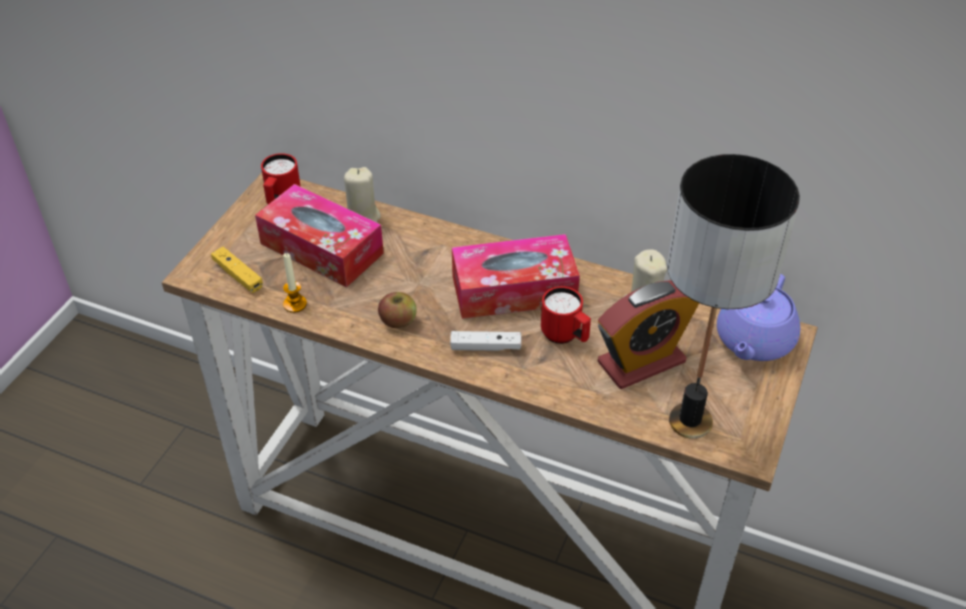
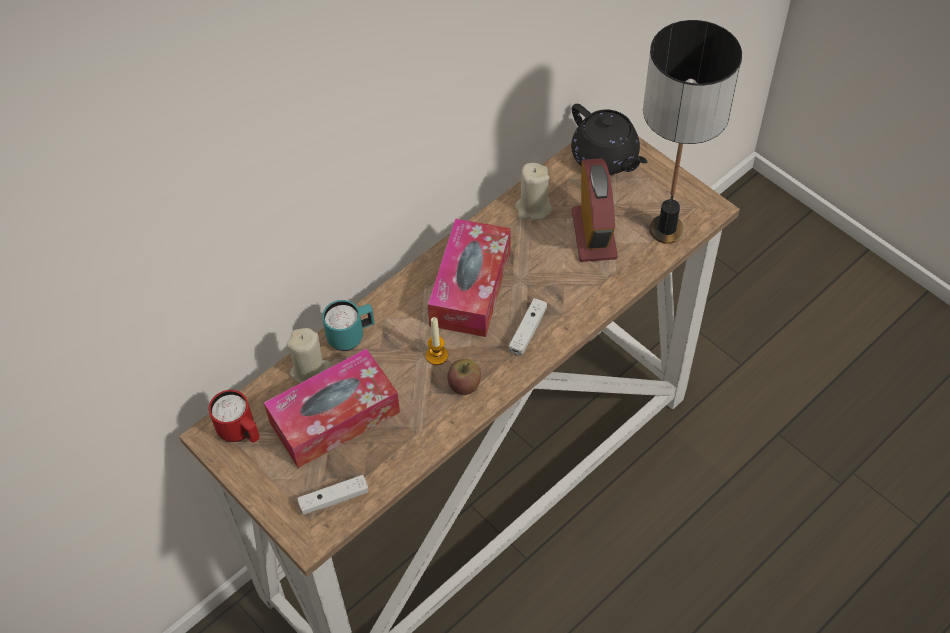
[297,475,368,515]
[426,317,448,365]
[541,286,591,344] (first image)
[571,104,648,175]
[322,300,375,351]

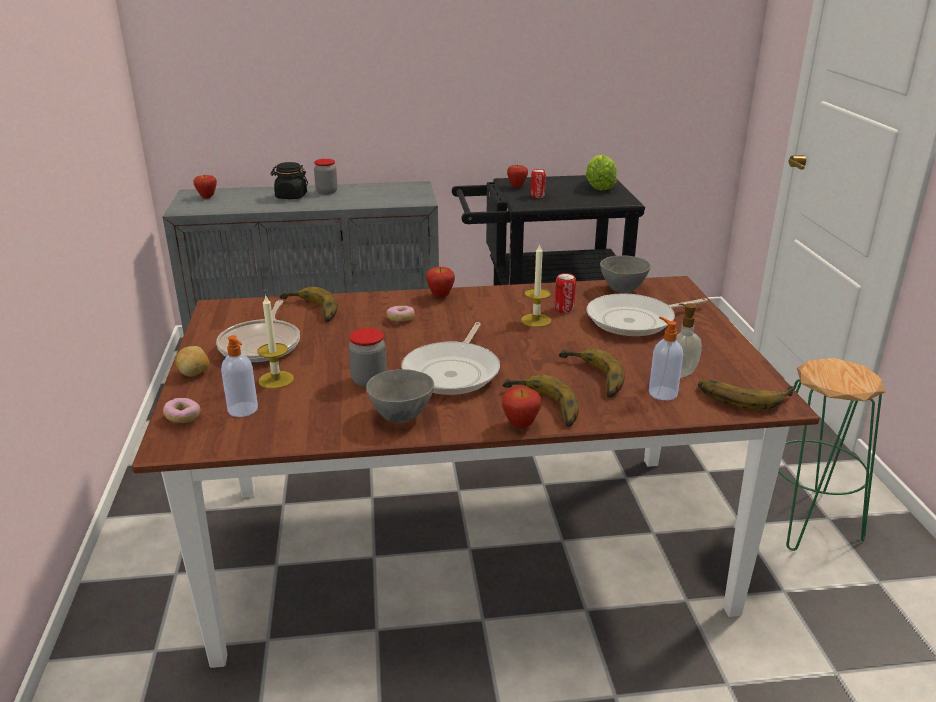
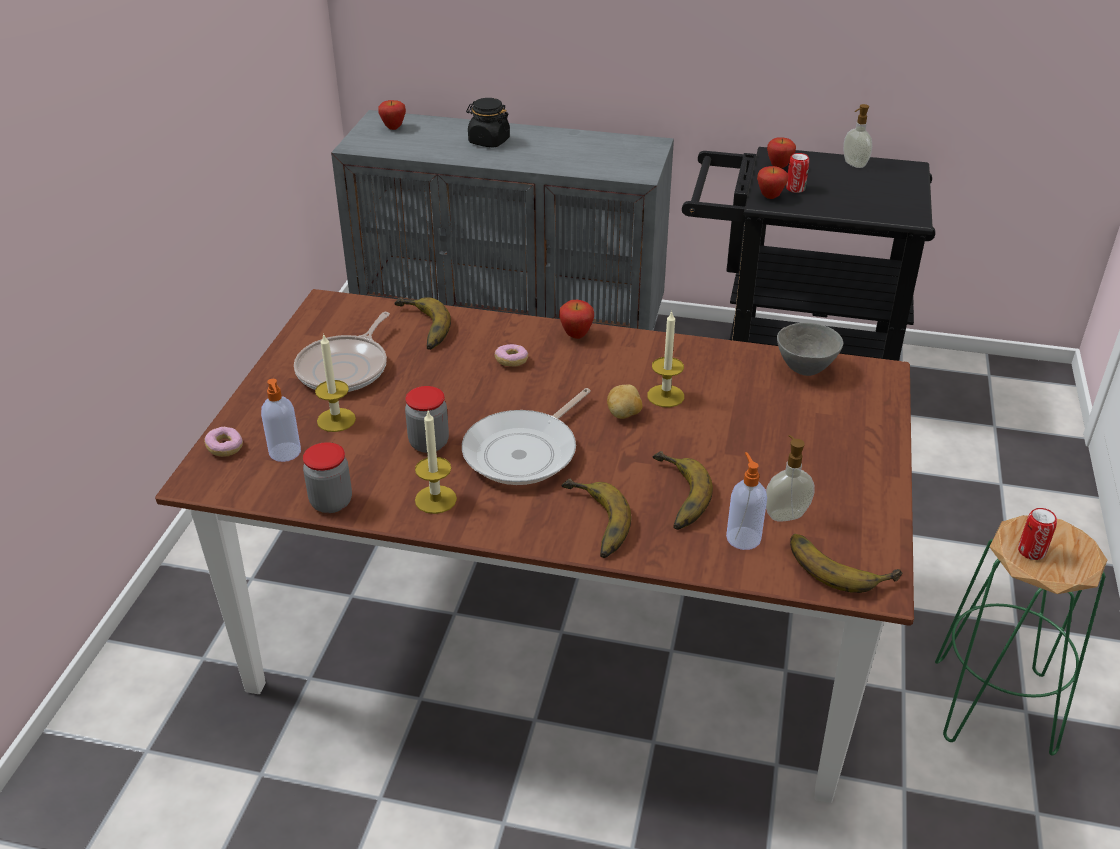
[607,384,643,419]
[303,442,352,513]
[415,411,457,514]
[757,166,788,199]
[1018,508,1057,560]
[586,155,617,190] (first image)
[586,293,708,336] (first image)
[843,104,872,168]

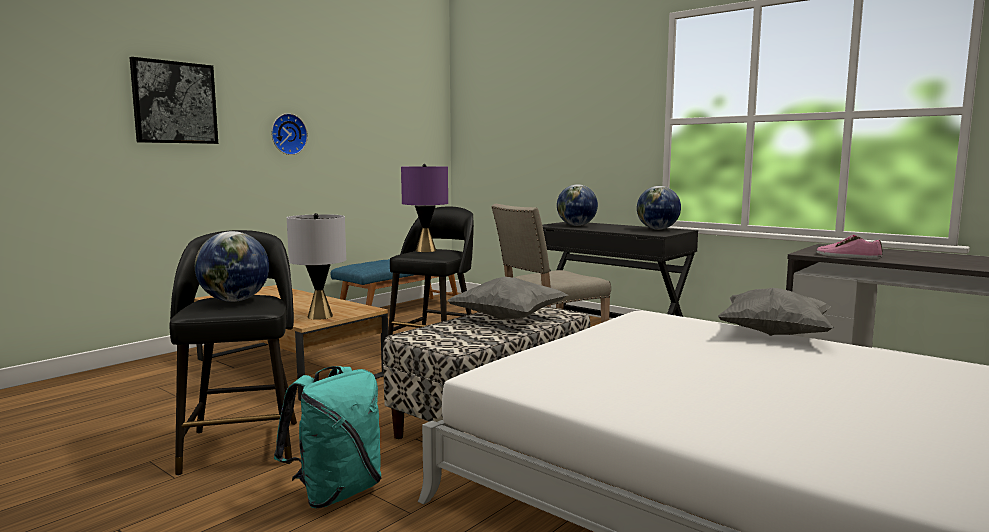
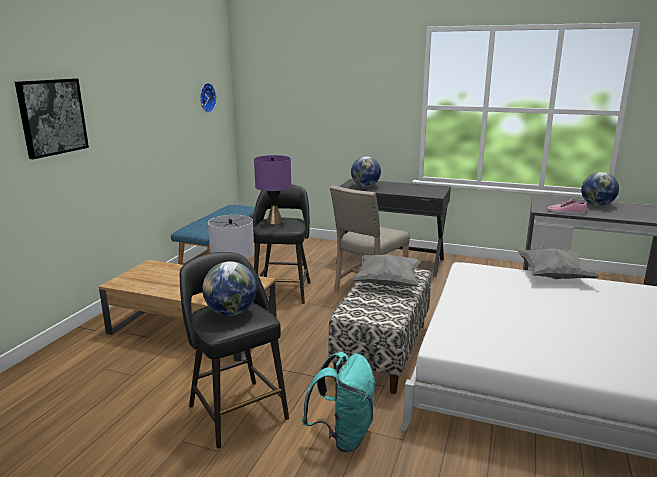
[200,83,216,113]
[581,172,619,206]

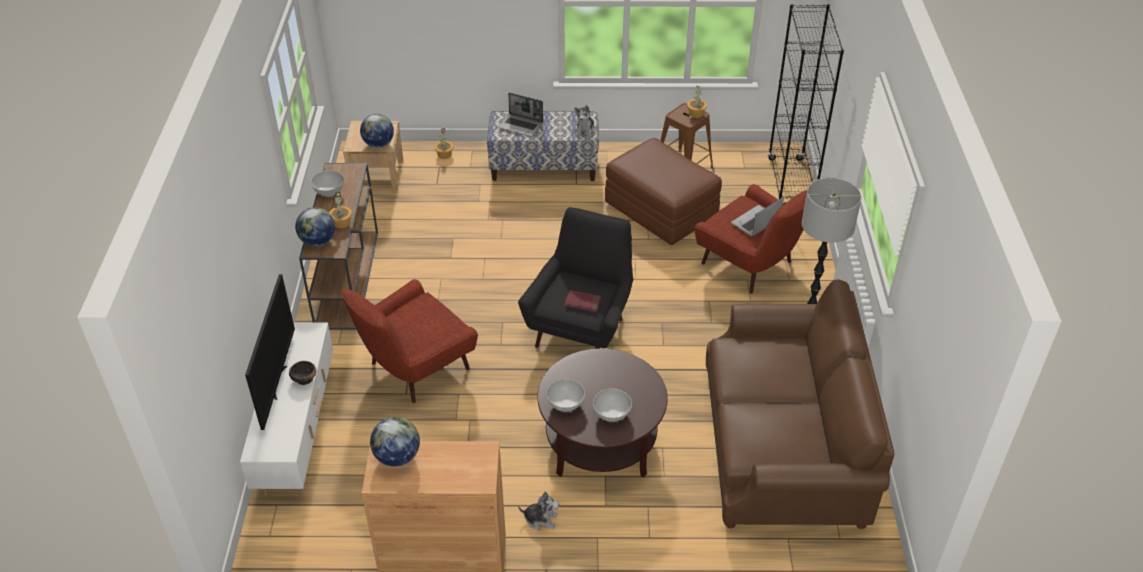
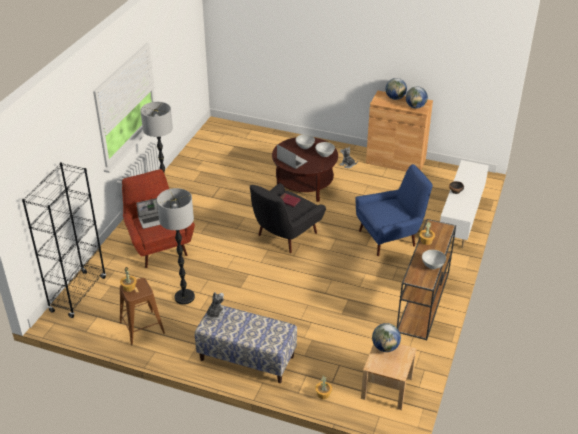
[245,274,295,430] (first image)
[385,78,407,100]
[356,164,433,256]
[277,144,308,169]
[157,188,195,305]
[706,280,895,529] (first image)

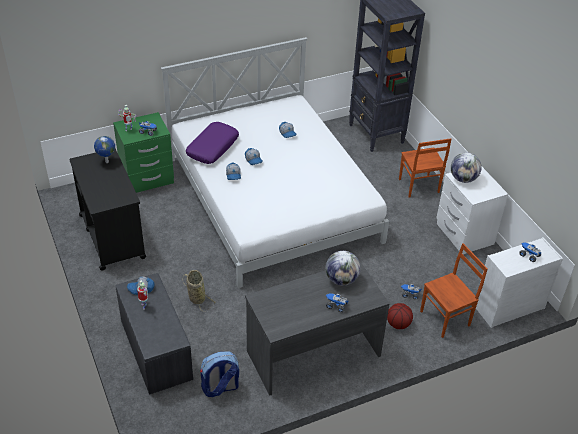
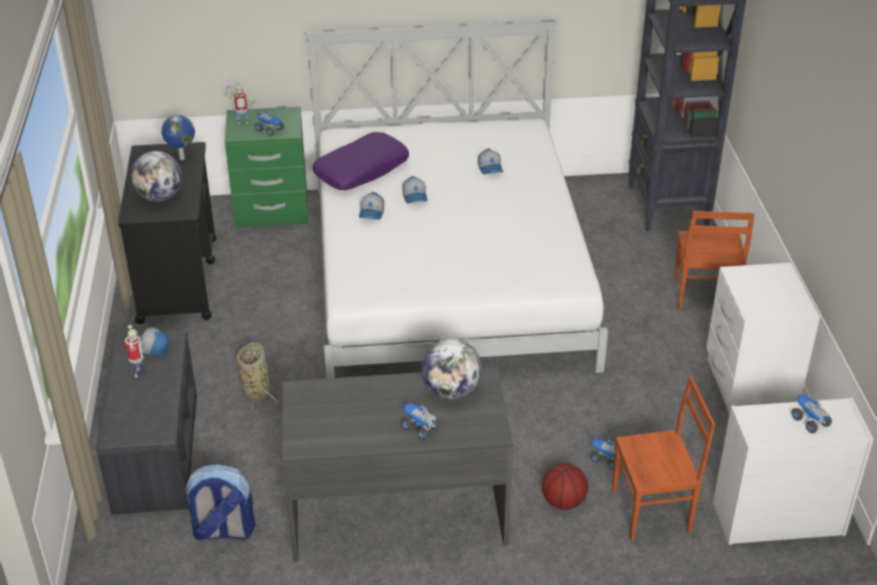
[130,151,182,201]

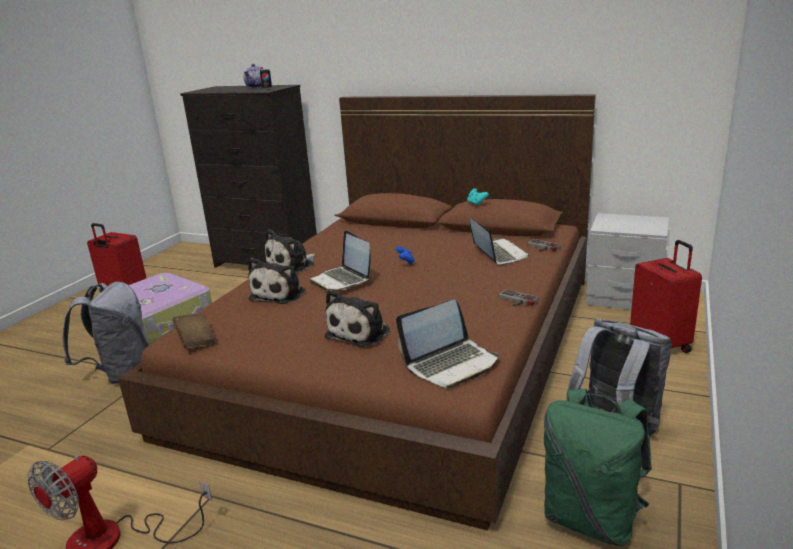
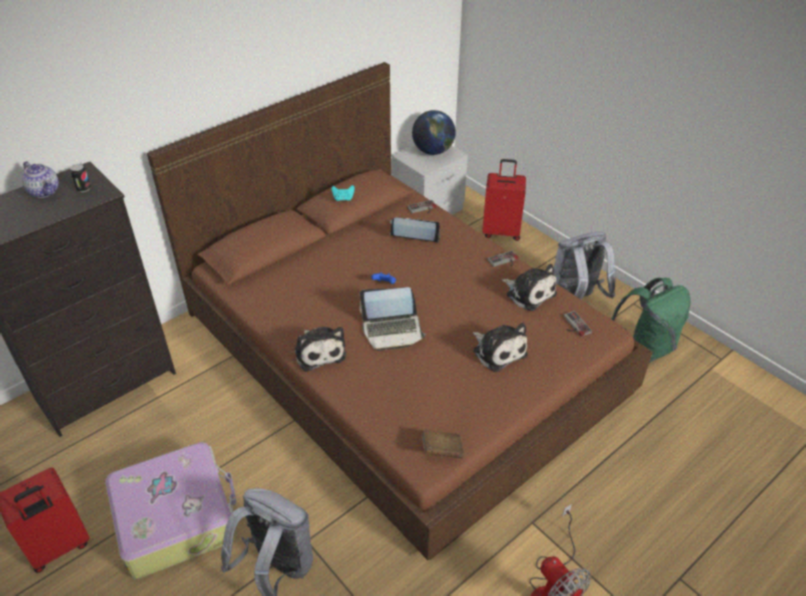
[502,264,557,311]
[564,311,592,337]
[412,110,456,155]

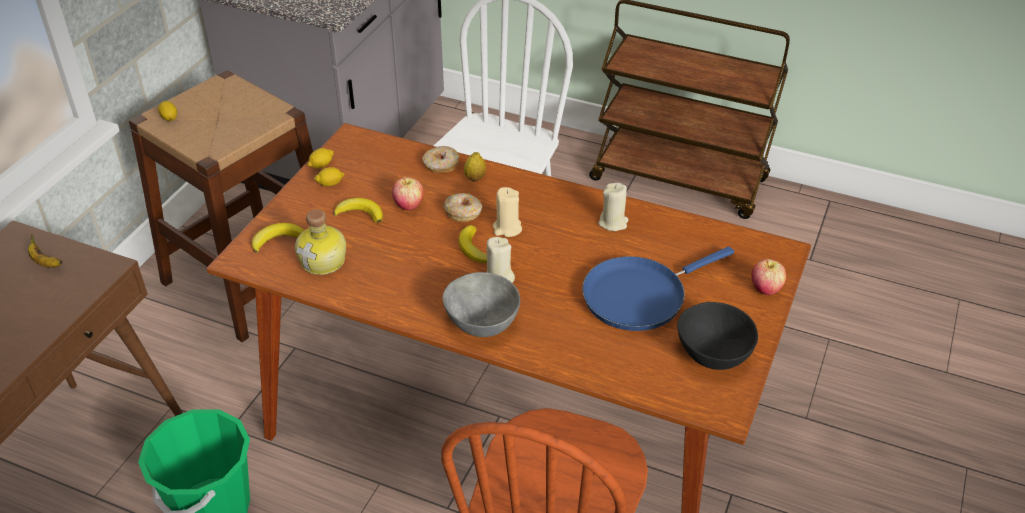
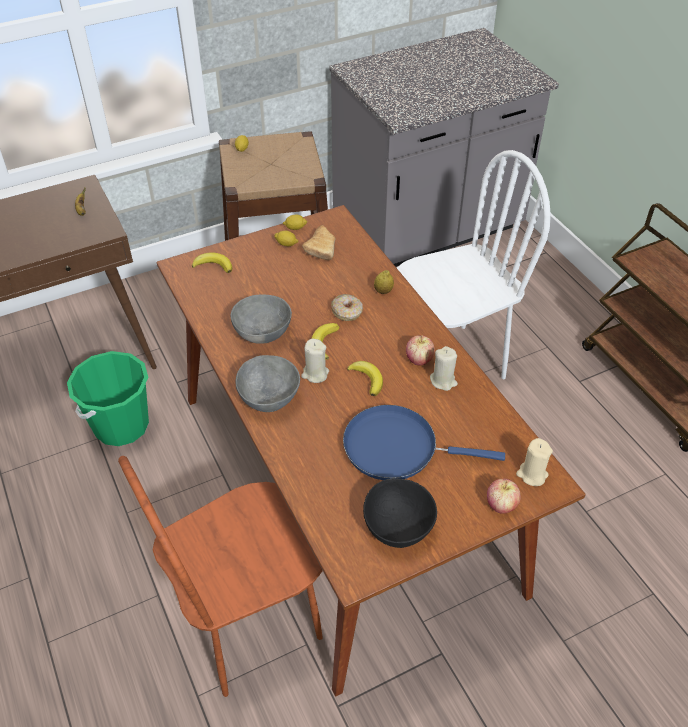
[295,209,346,275] (first image)
[347,361,383,396]
[406,335,435,365]
[422,146,459,172] (first image)
[516,438,553,486]
[231,295,292,344]
[302,225,336,260]

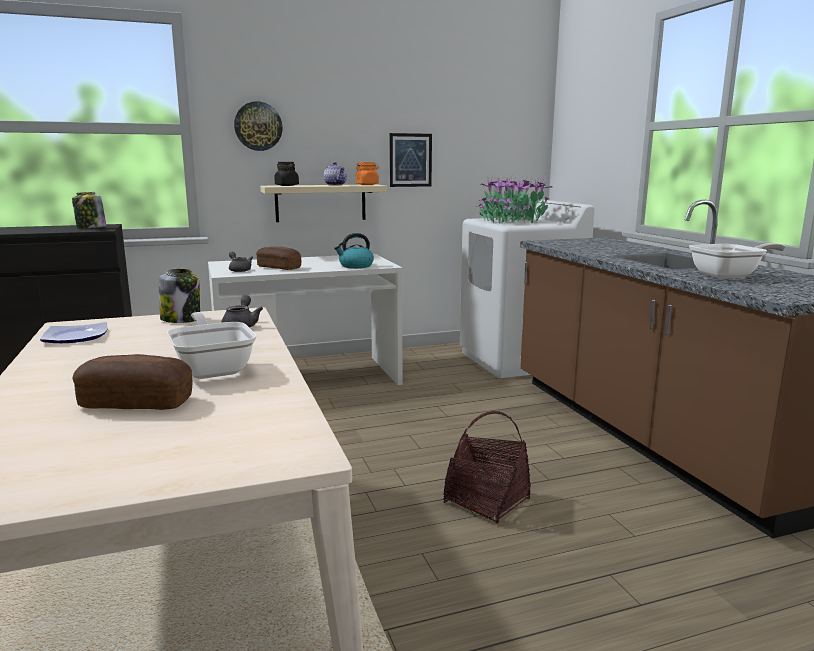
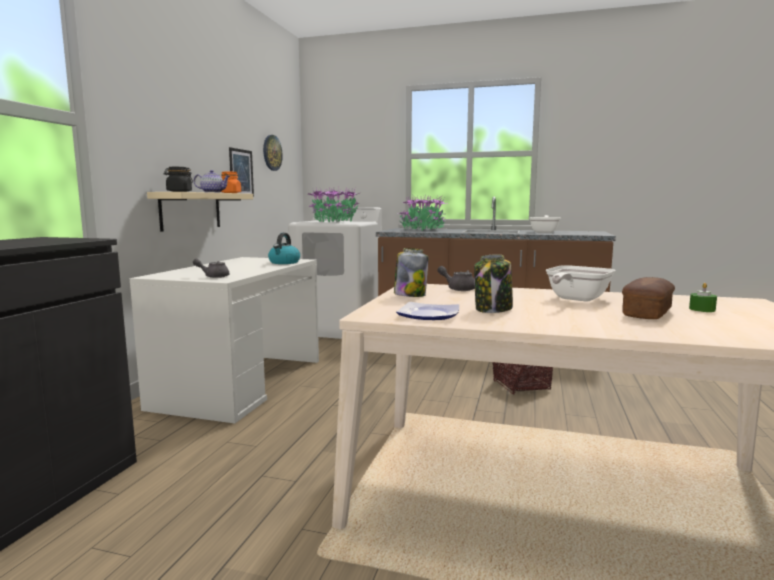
[474,254,513,313]
[546,265,615,302]
[263,135,283,171]
[256,247,301,270] (first image)
[399,195,445,230]
[689,283,717,312]

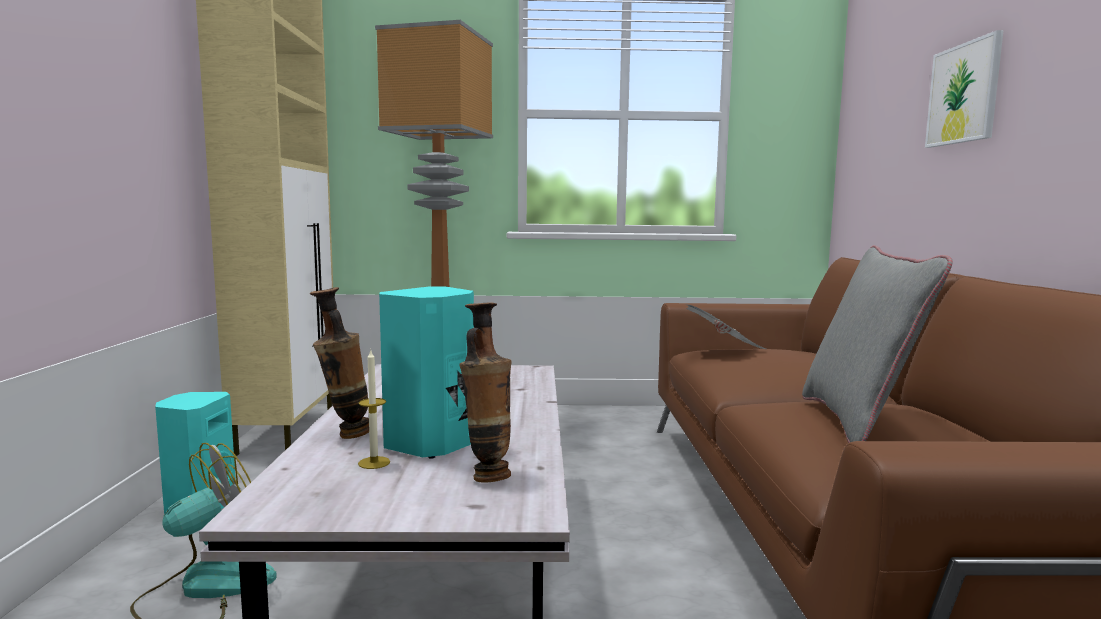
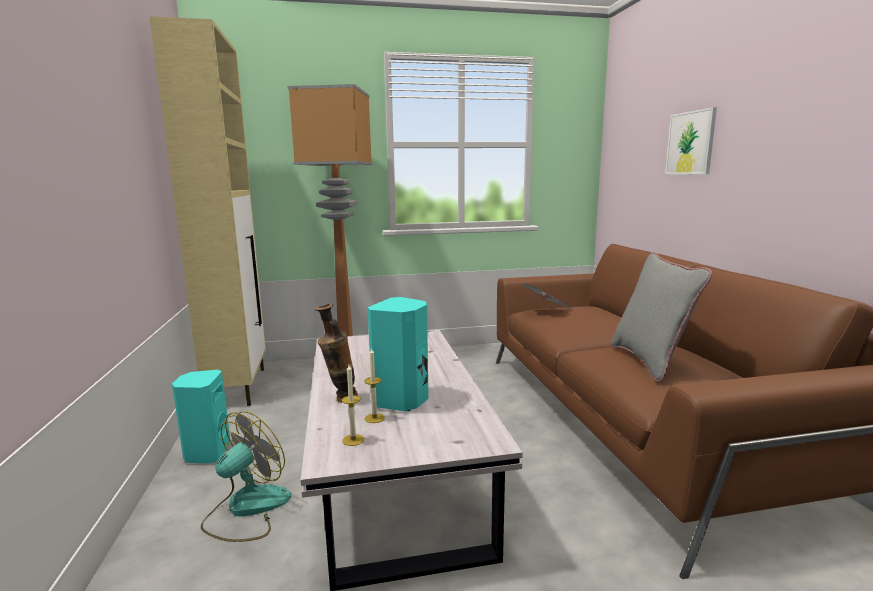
[459,302,512,483] (first image)
[342,365,364,446]

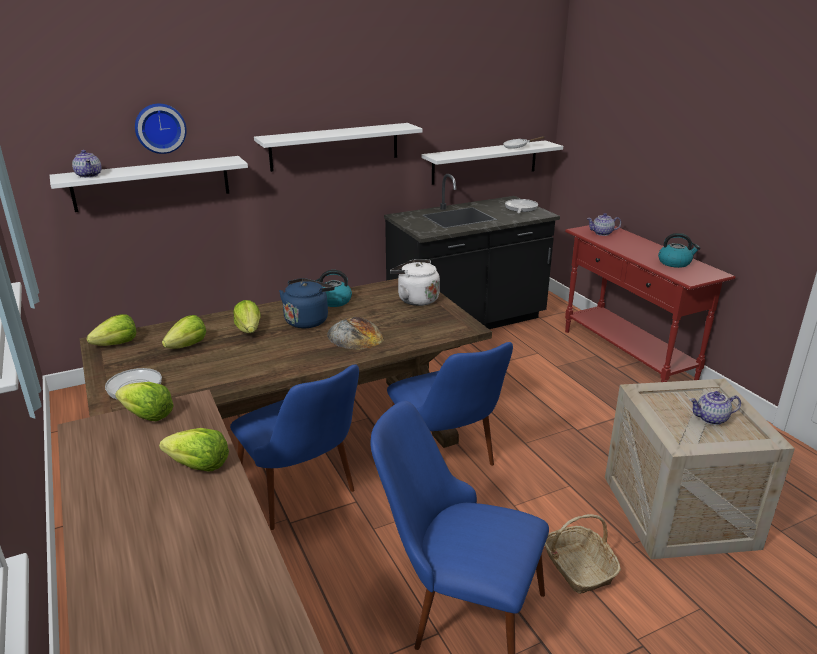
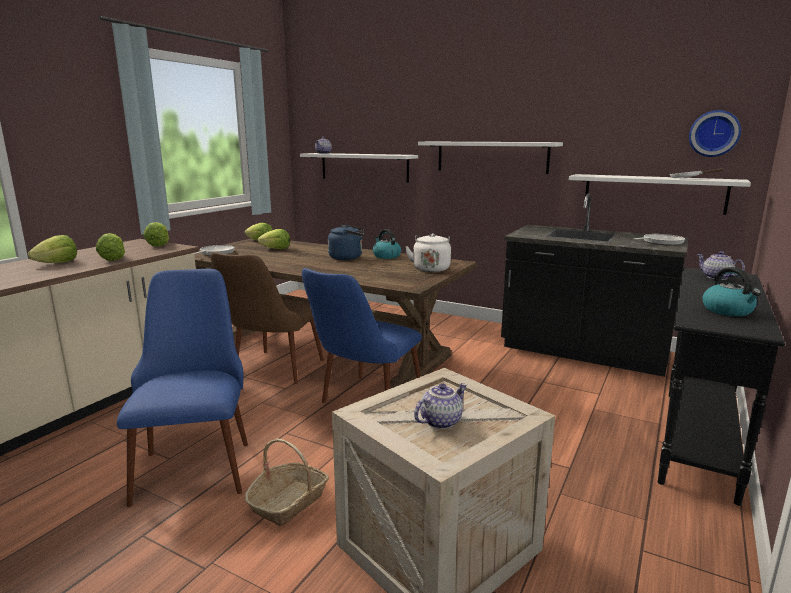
[689,110,741,157]
[211,252,324,384]
[28,235,77,263]
[327,317,384,350] (first image)
[658,267,785,506]
[414,383,467,429]

